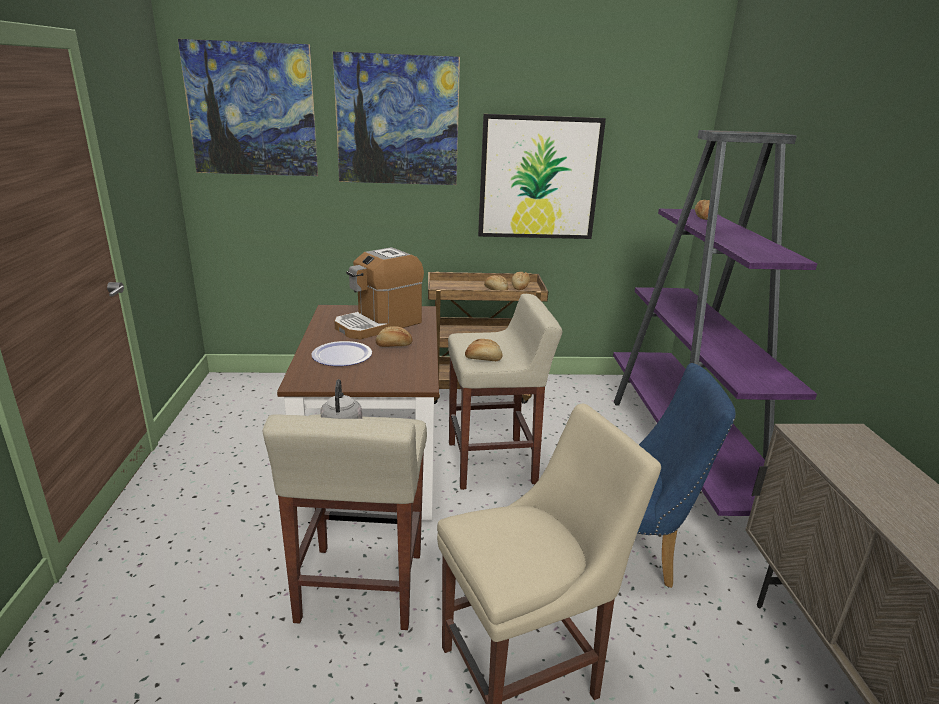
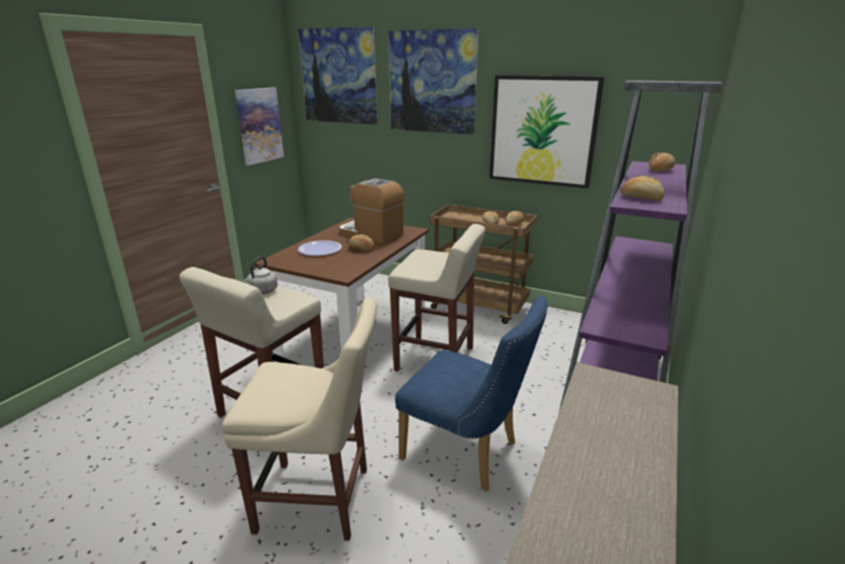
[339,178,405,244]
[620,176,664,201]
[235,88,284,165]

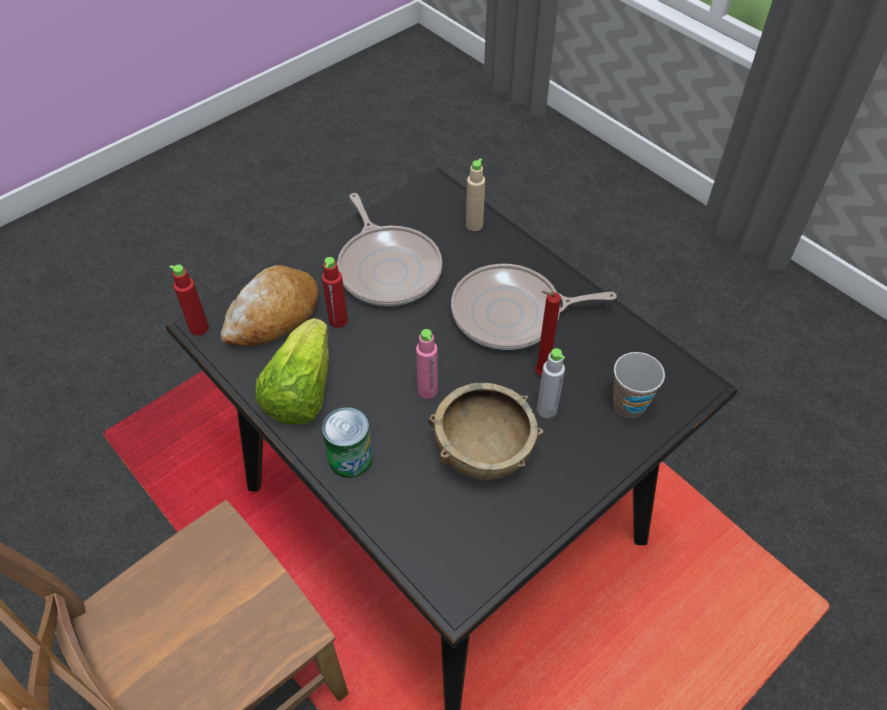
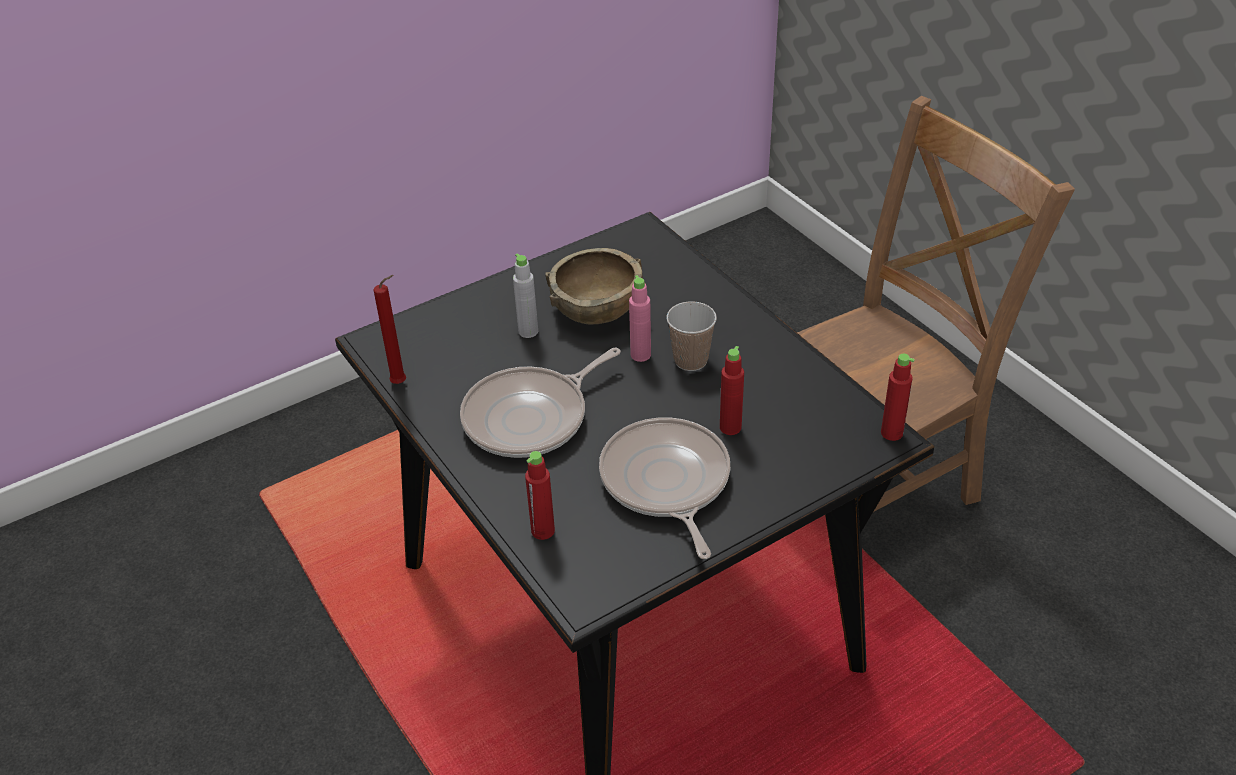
[221,265,319,347] (first image)
[255,318,329,424] (first image)
[322,407,373,478] (first image)
[460,348,621,458]
[525,451,555,540]
[373,275,406,384]
[666,301,717,371]

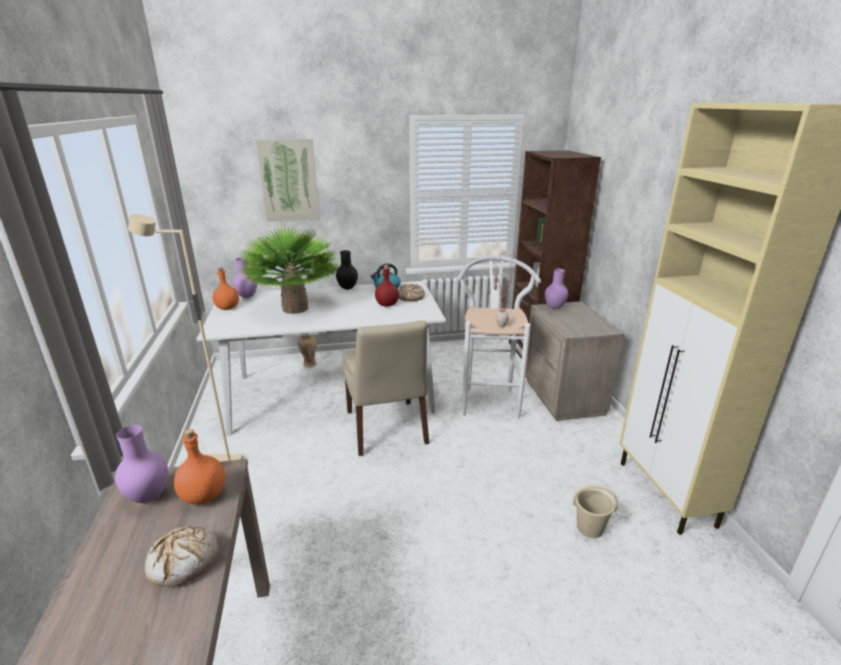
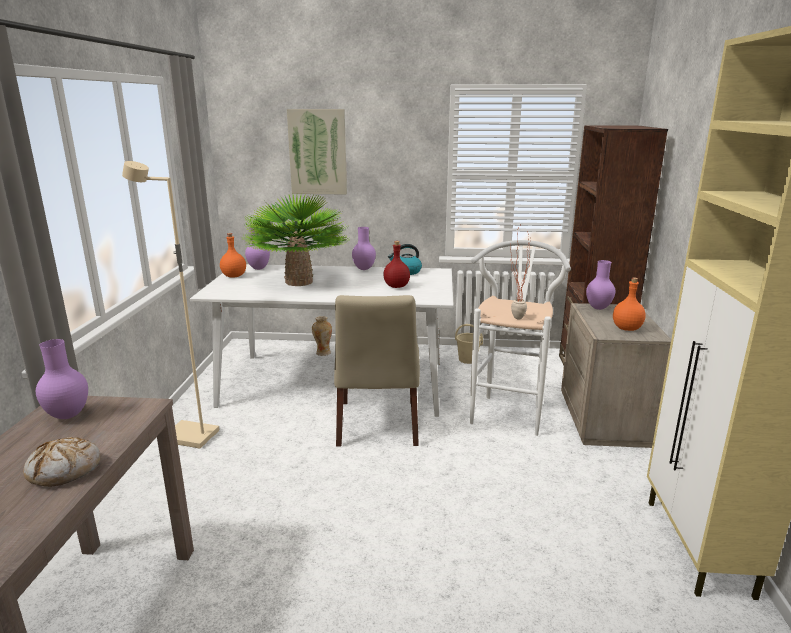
[613,277,645,331]
[352,227,376,270]
[398,284,425,301] (first image)
[455,324,483,364]

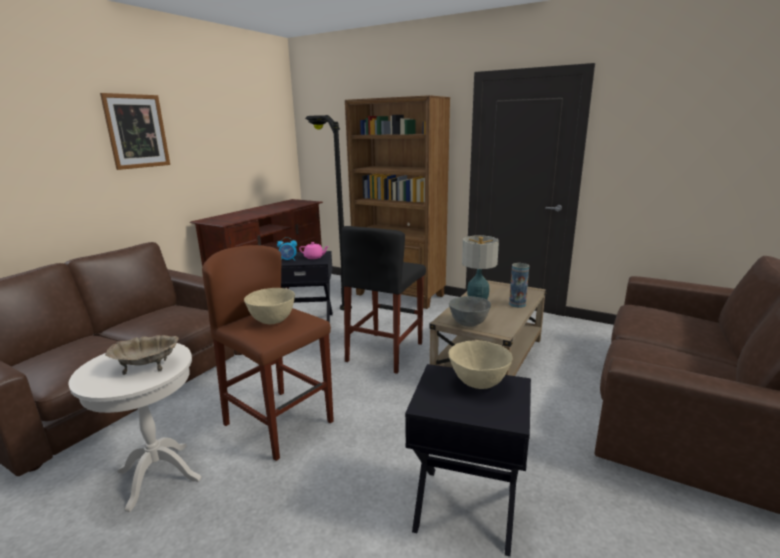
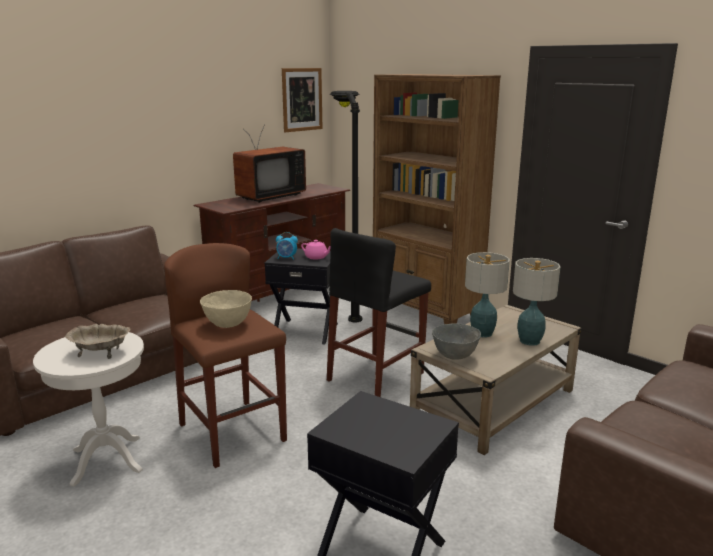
[282,68,322,132]
[449,340,512,389] (first image)
[513,258,561,346]
[233,124,306,203]

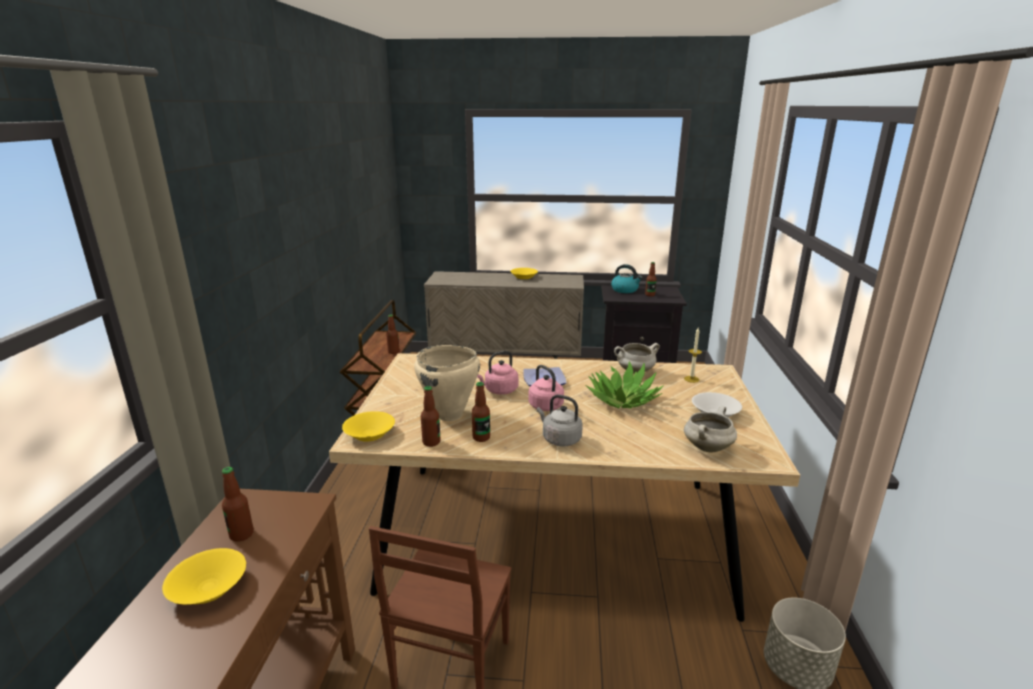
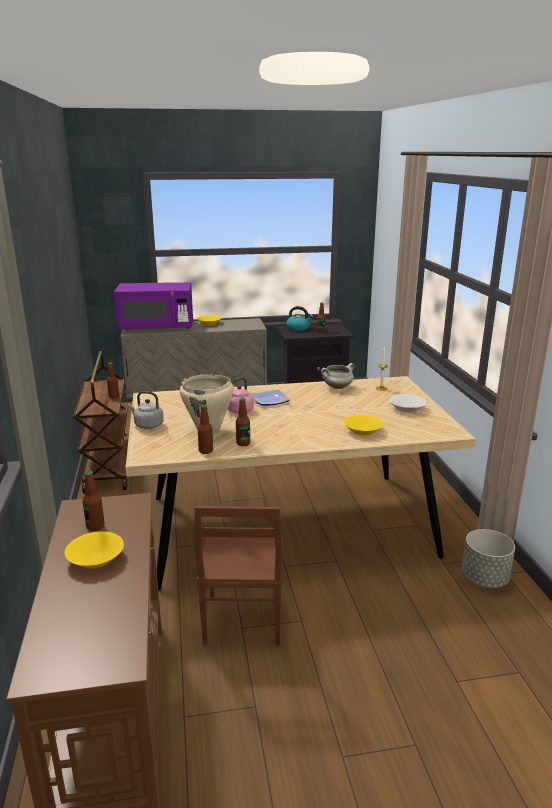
[344,415,384,435]
[529,365,565,411] (first image)
[128,391,164,429]
[586,361,663,409] (first image)
[684,406,737,452] (first image)
[114,282,193,331]

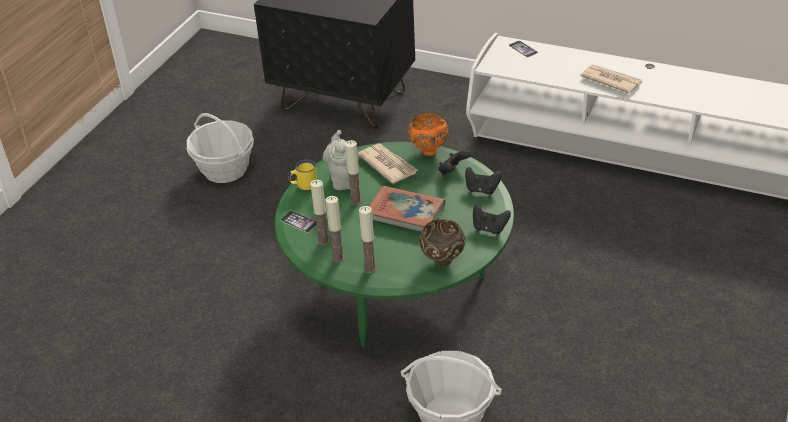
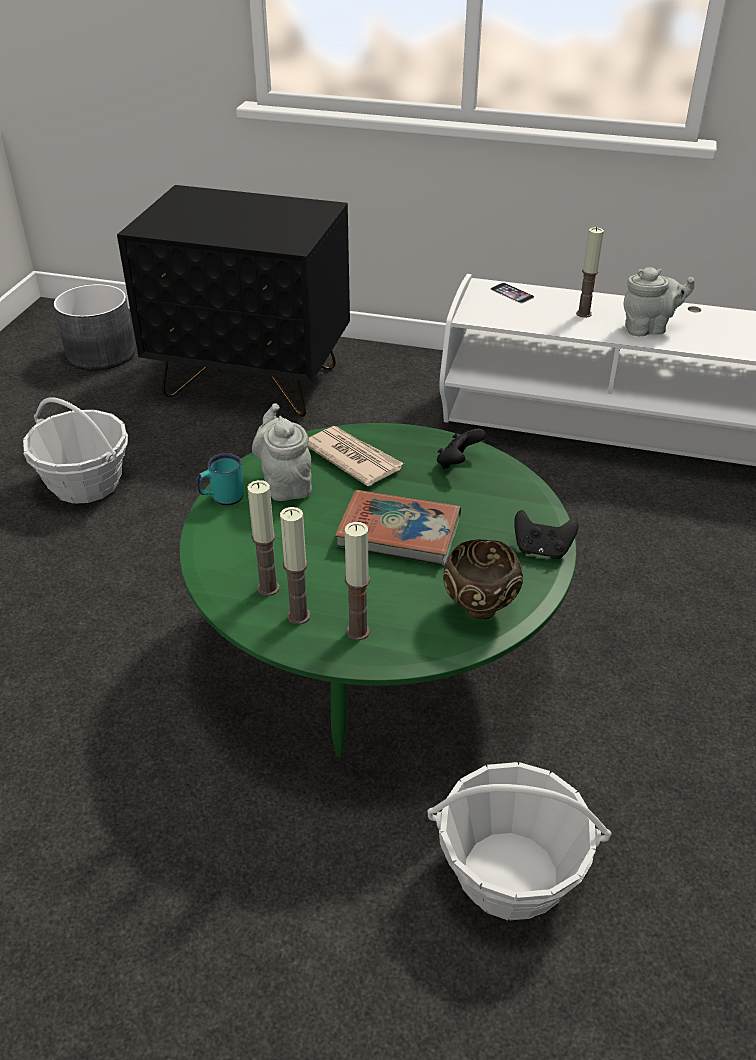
[280,211,317,233] (first image)
[196,453,243,505]
[576,227,604,318]
[408,113,448,156] (first image)
[465,167,502,194] (first image)
[623,267,695,336]
[54,284,135,371]

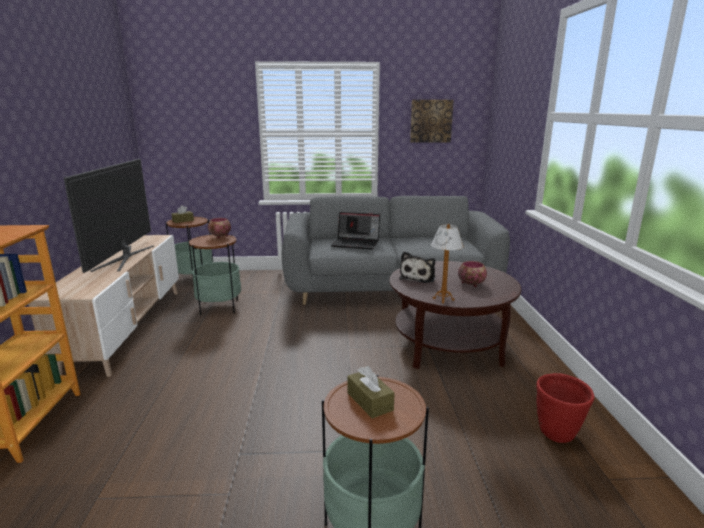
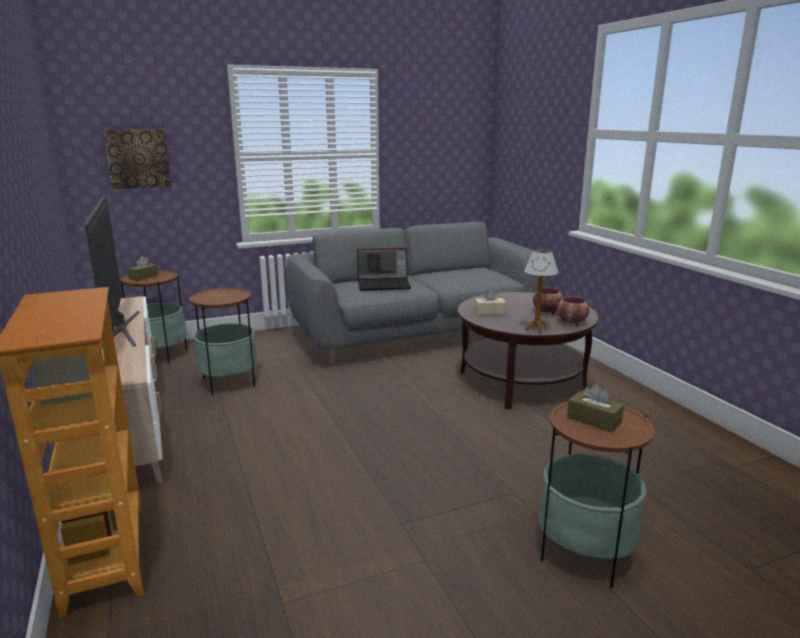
[557,297,589,326]
[475,289,506,315]
[103,130,171,189]
[536,373,595,443] (first image)

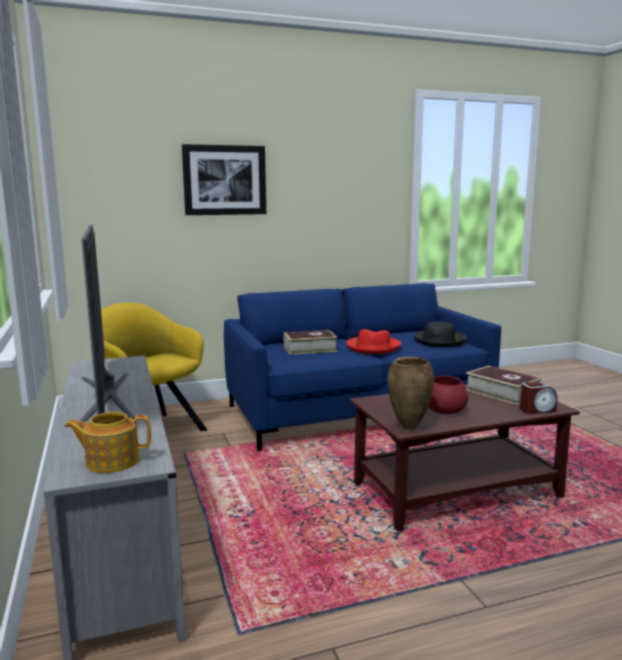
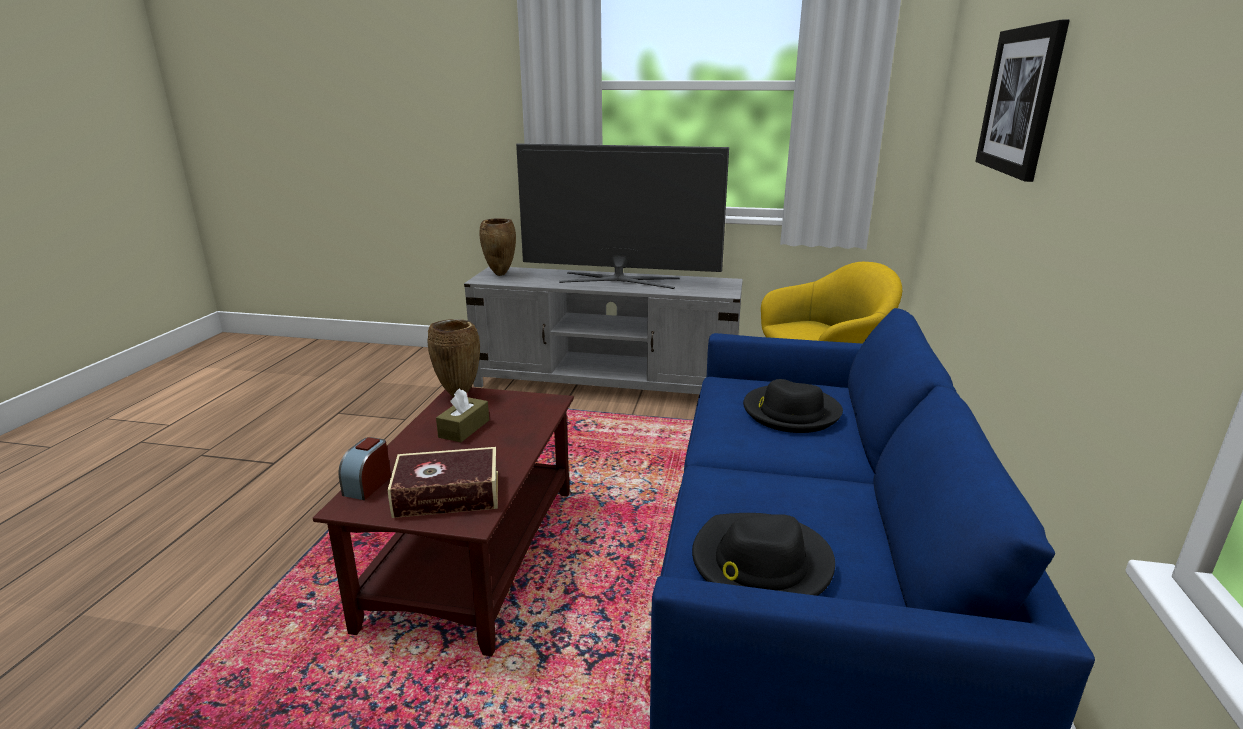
[479,218,516,276]
[743,379,843,433]
[346,329,401,354] (first image)
[436,388,489,442]

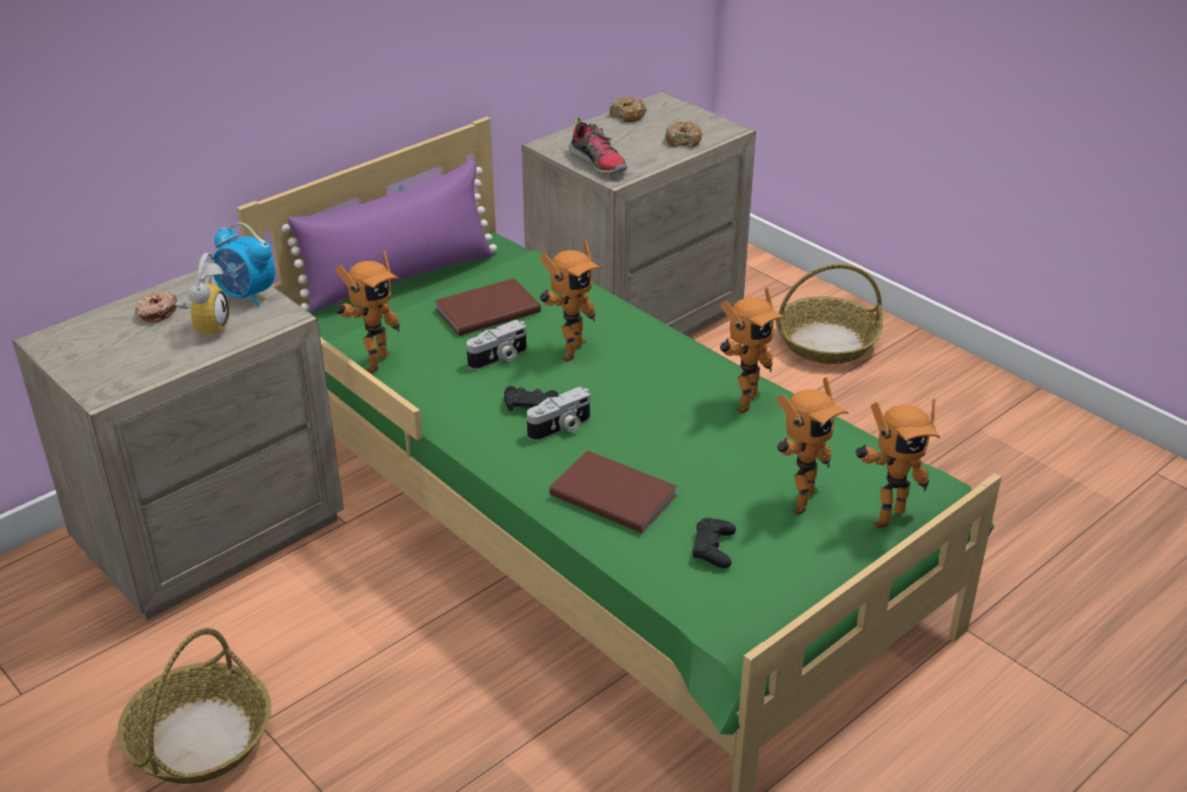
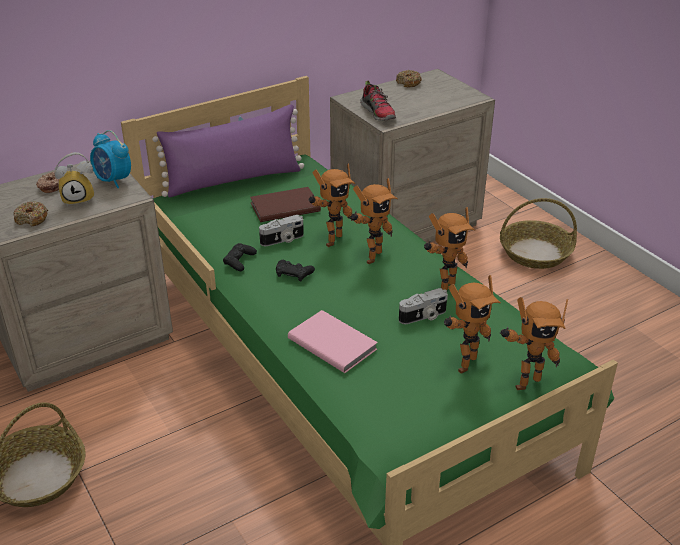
[55,152,94,206]
[351,178,398,264]
[399,288,448,324]
[288,310,378,373]
[13,202,48,227]
[223,243,257,271]

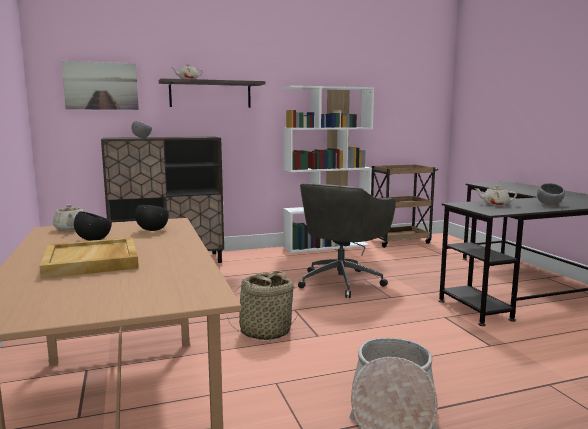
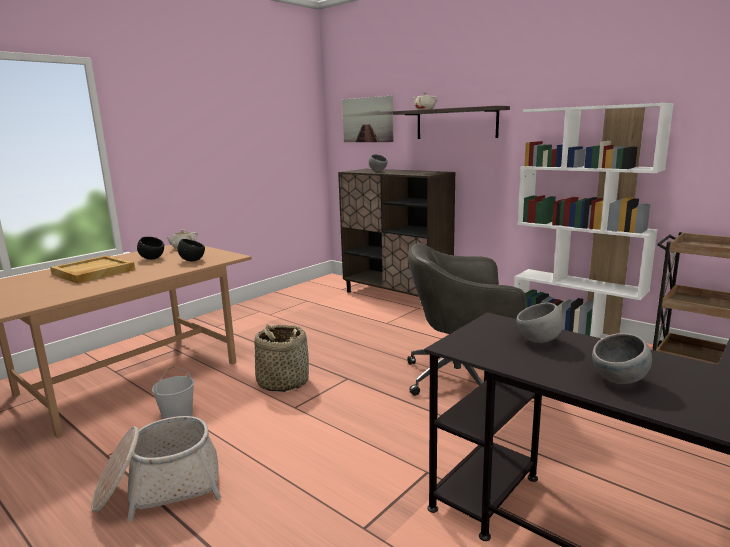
[516,303,564,343]
[152,366,194,419]

